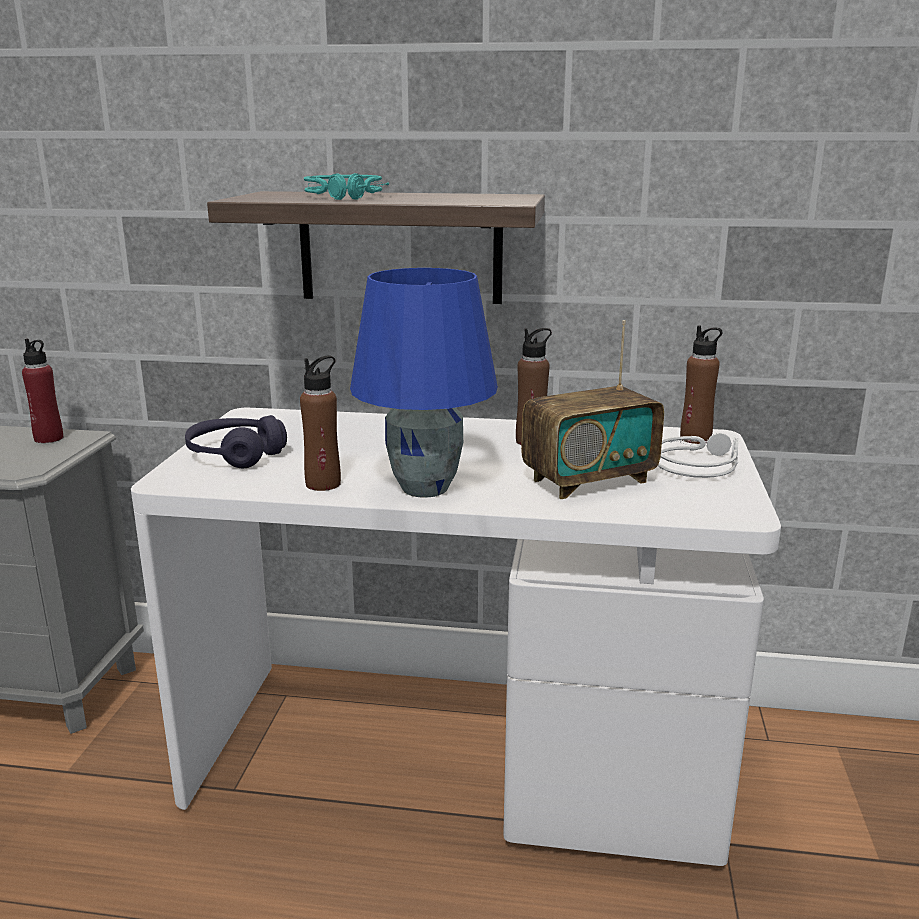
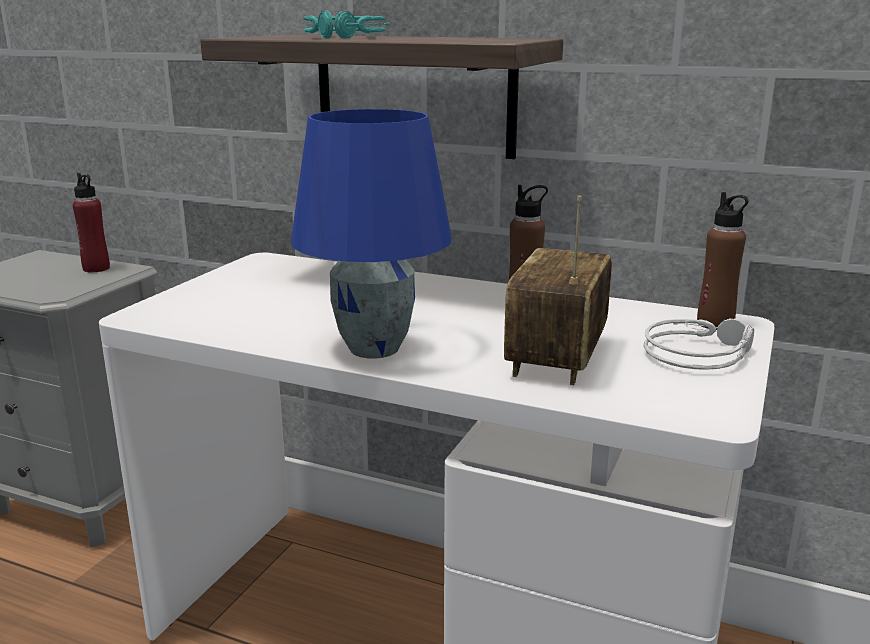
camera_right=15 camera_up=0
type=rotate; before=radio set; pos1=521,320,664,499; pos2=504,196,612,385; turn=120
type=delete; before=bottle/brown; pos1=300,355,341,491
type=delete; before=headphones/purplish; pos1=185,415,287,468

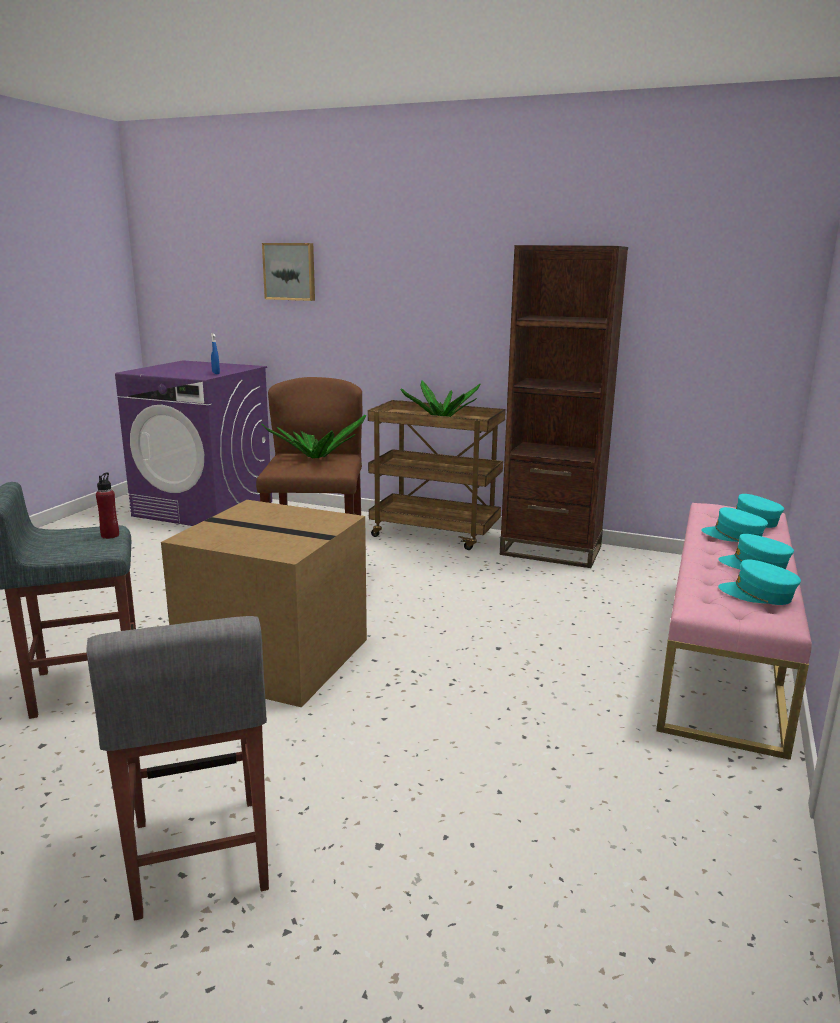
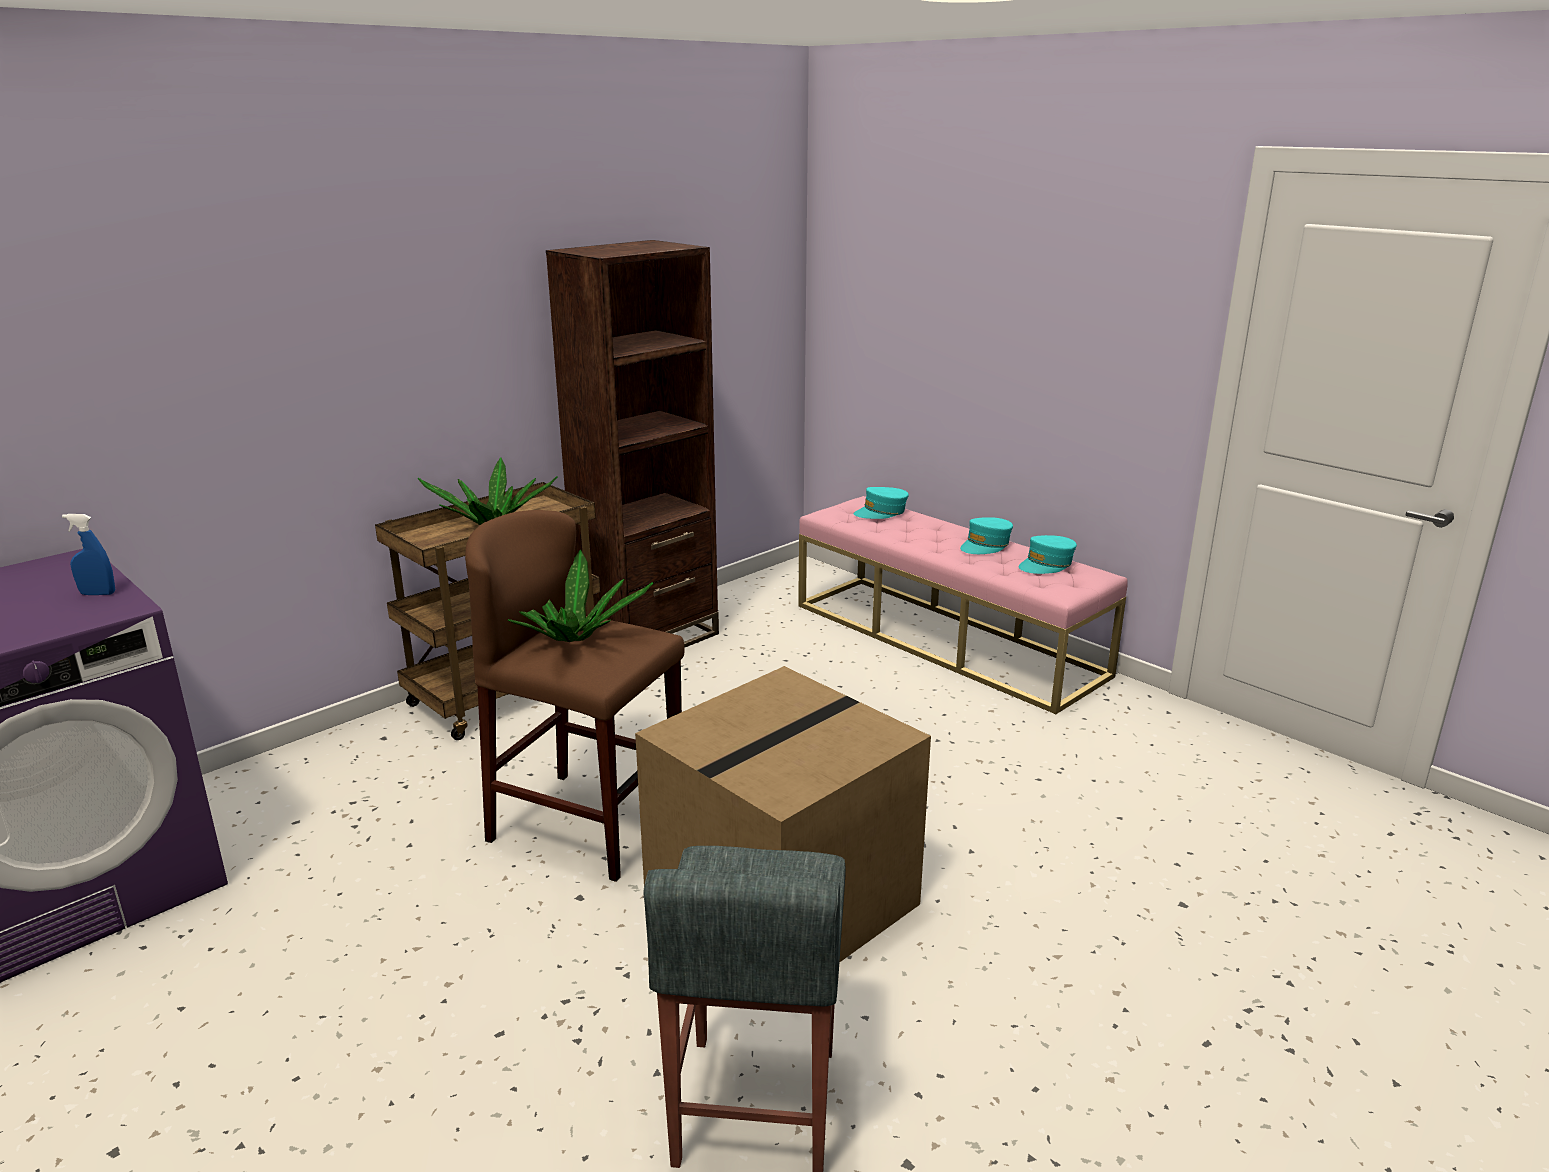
camera_right=-65 camera_up=5
type=delete; before=picture; pos1=262,243,315,301
type=delete; before=bottle/reddish; pos1=96,472,119,539
type=delete; before=peaked cap/blue-green; pos1=701,507,768,542
type=delete; before=stool seat/gray; pos1=87,616,269,920

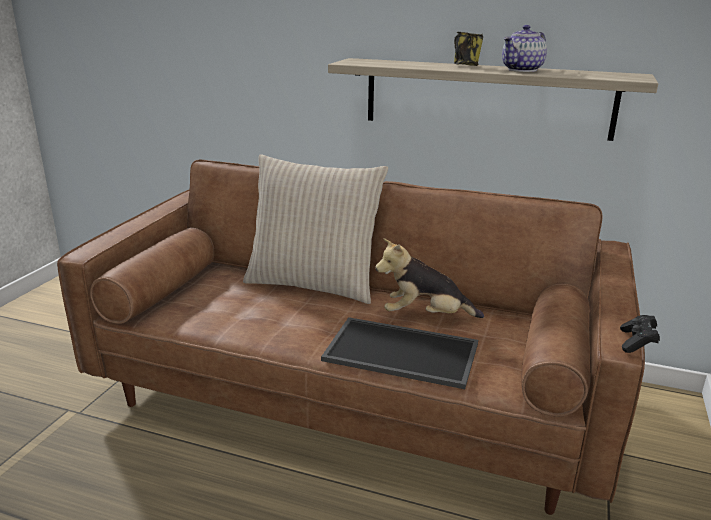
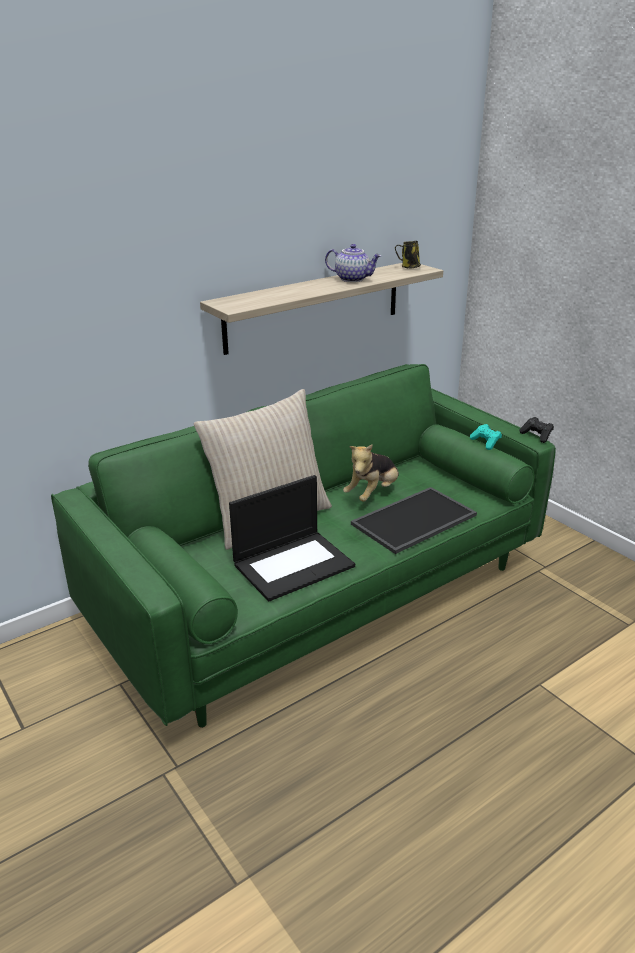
camera_right=-55 camera_up=5
type=rotate; before=teapot; pos1=502,25,547,72; pos2=325,244,381,282; turn=-60
type=move; before=coffee mug; pos1=454,32,483,66; pos2=395,241,421,268
type=recolor; before=sofa/brown; after=sofa/green-coloured; pos1=57,160,645,515; pos2=51,364,556,728
type=insert; after=joypad/blue-green; pos2=470,424,502,450
type=insert; after=notebook computer; pos2=229,475,355,601

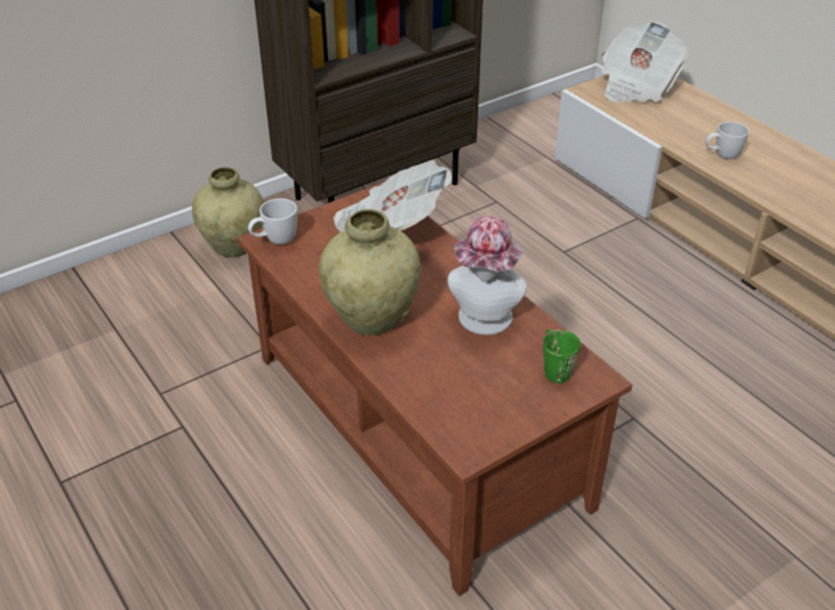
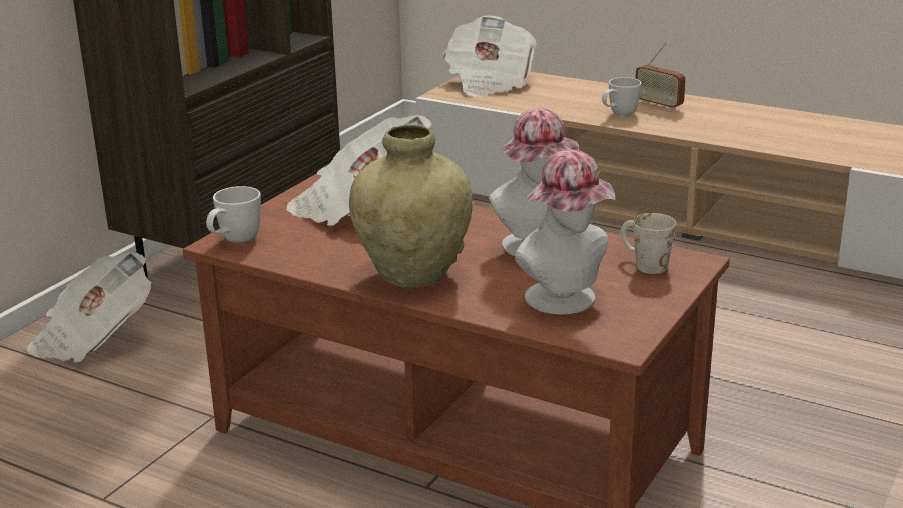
camera_right=-25 camera_up=-15
type=replace; before=vase/beige; after=newspaper; pos1=192,167,264,258; pos2=27,252,151,363
type=recolor; before=coffee mug/green-coloured; after=coffee mug/white; pos1=543,329,581,383; pos2=620,213,676,274
type=insert; after=radio set; pos2=635,41,686,110
type=insert; after=clothing hat; pos2=515,149,615,314

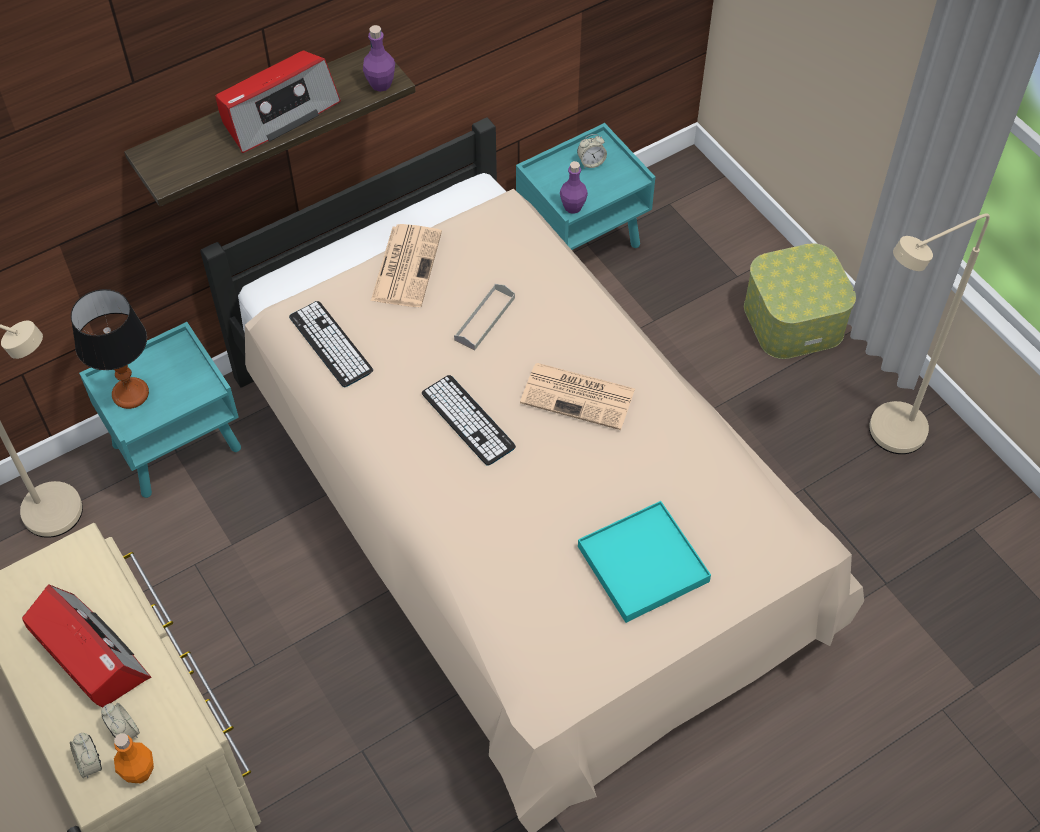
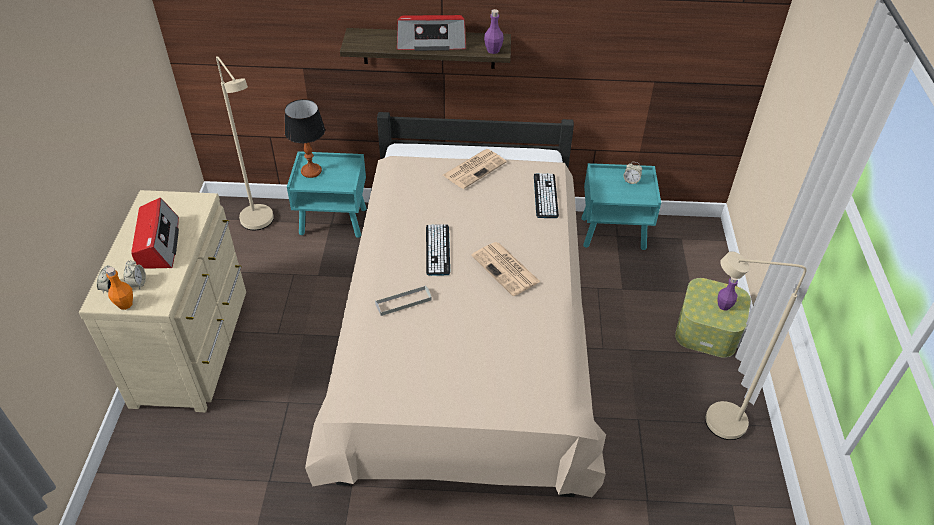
camera_right=35 camera_up=-10
type=move; before=bottle/purplish; pos1=560,161,588,214; pos2=717,277,738,310
type=move; before=tray/gray; pos1=454,284,515,350; pos2=375,285,431,316
type=move; before=PC keyboard; pos1=289,301,373,387; pos2=534,173,559,218
type=delete; before=tray/blue-green; pos1=578,501,711,623

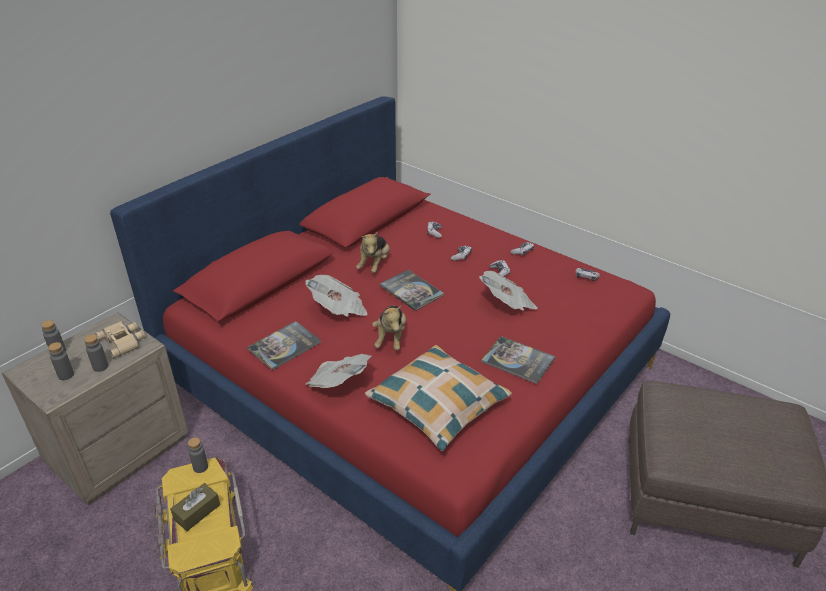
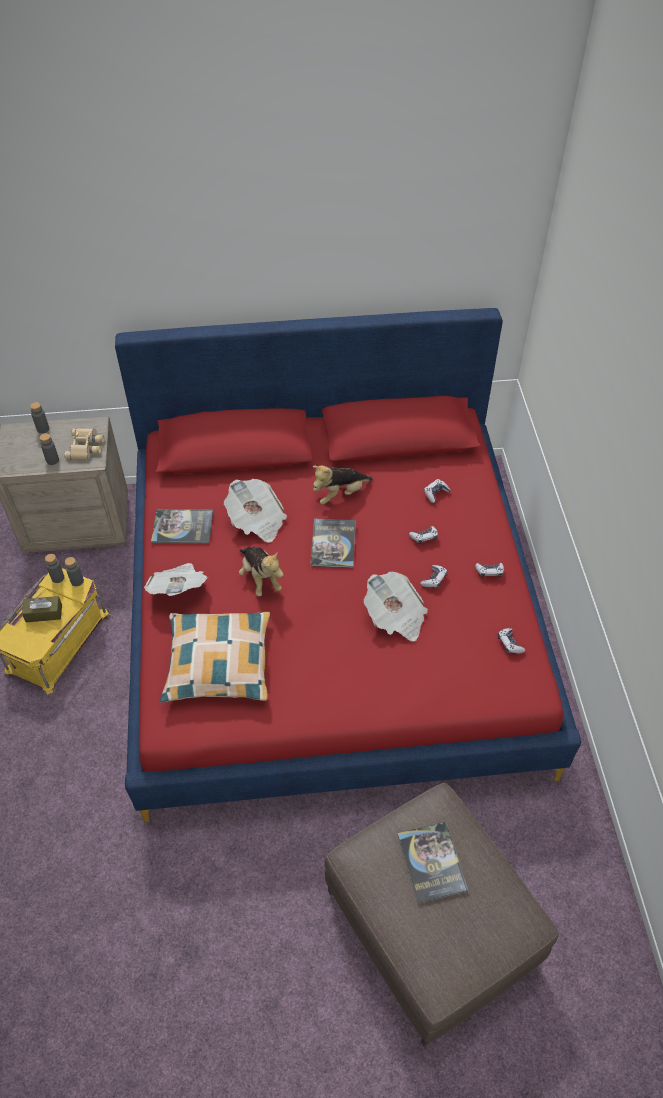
camera_right=45 camera_up=15
type=rotate; before=soft toy; pos1=372,305,406,350; pos2=239,547,284,596; turn=-75
type=move; before=bound book; pos1=481,336,555,384; pos2=398,822,468,904
type=move; before=bottle/gray; pos1=48,342,74,380; pos2=45,554,64,583

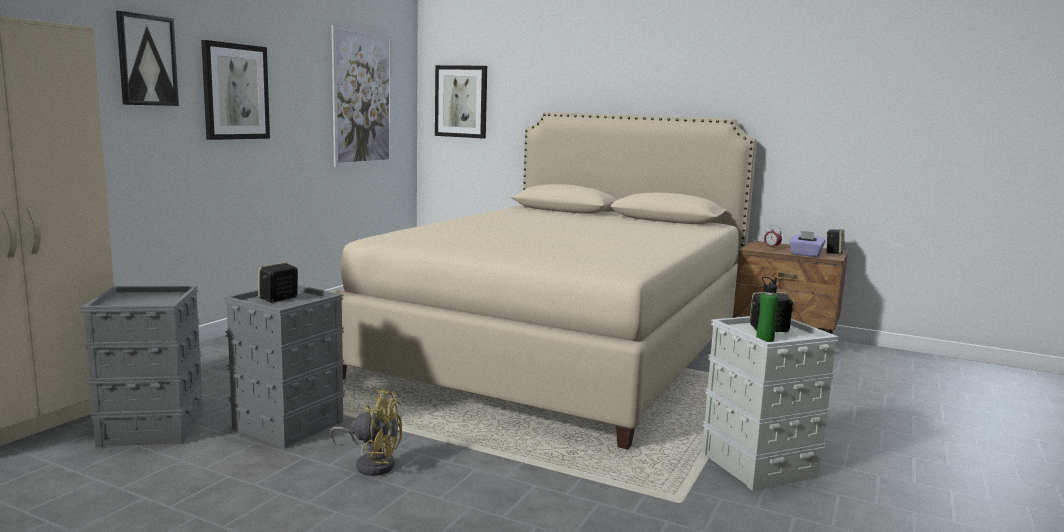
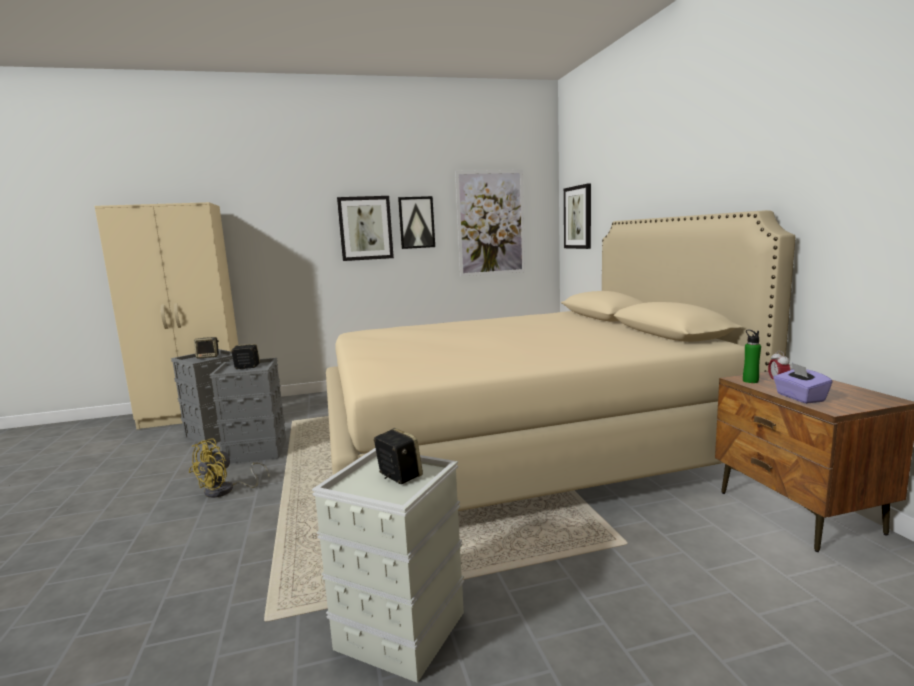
camera_right=50 camera_up=0
type=move; before=picture; pos1=116,11,179,106; pos2=398,196,435,249
type=move; before=loudspeaker; pos1=826,229,845,254; pos2=194,337,219,359
type=move; before=bottle/green-coloured; pos1=756,277,779,342; pos2=743,330,761,383
type=rotate; before=cooling fan/yellow-coloured; pos1=330,389,402,476; pos2=189,439,270,498; turn=60

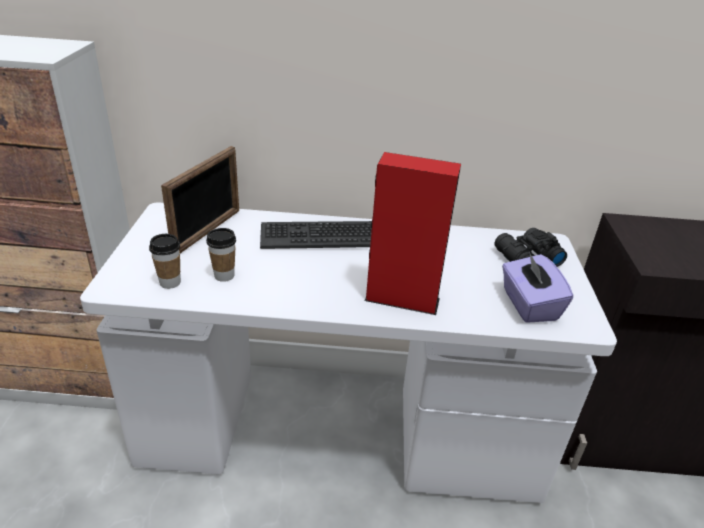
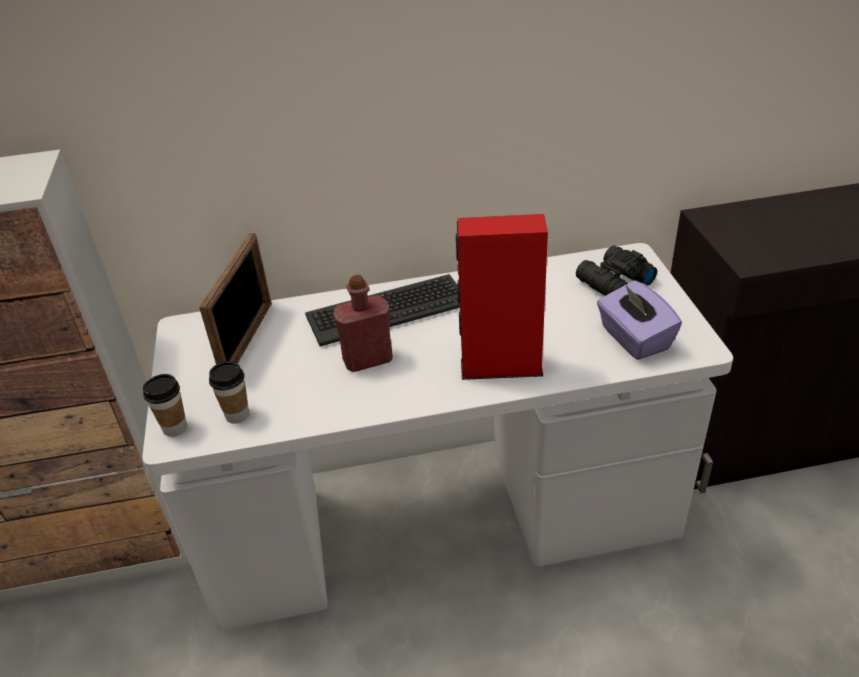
camera_right=-10 camera_up=5
type=move; before=cup; pos1=206,228,236,282; pos2=143,374,187,437
type=insert; after=bottle/reddish; pos2=333,275,393,372

